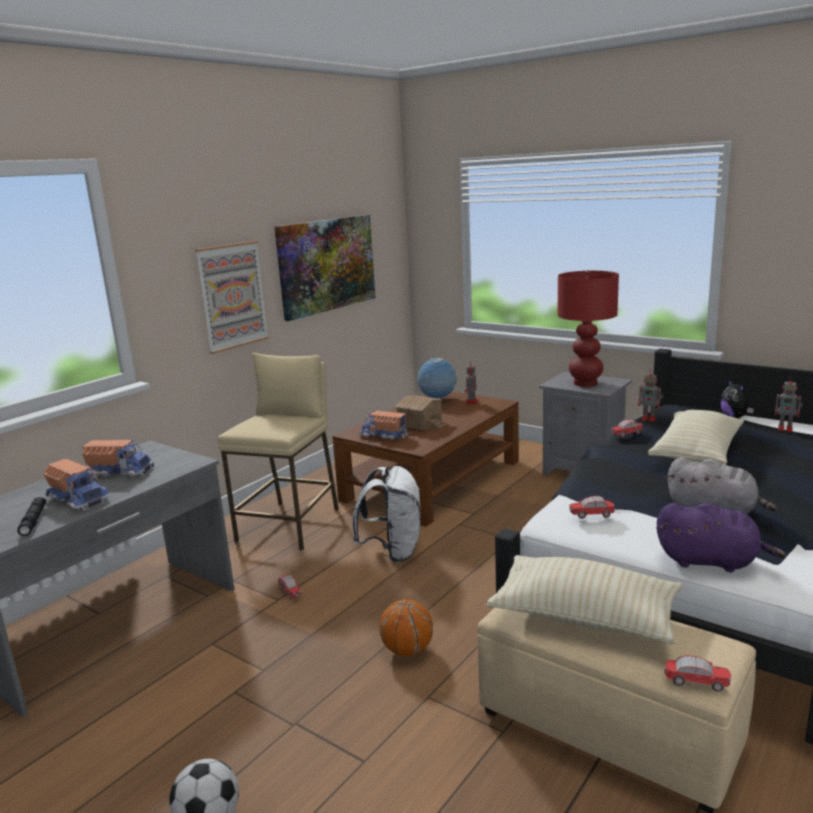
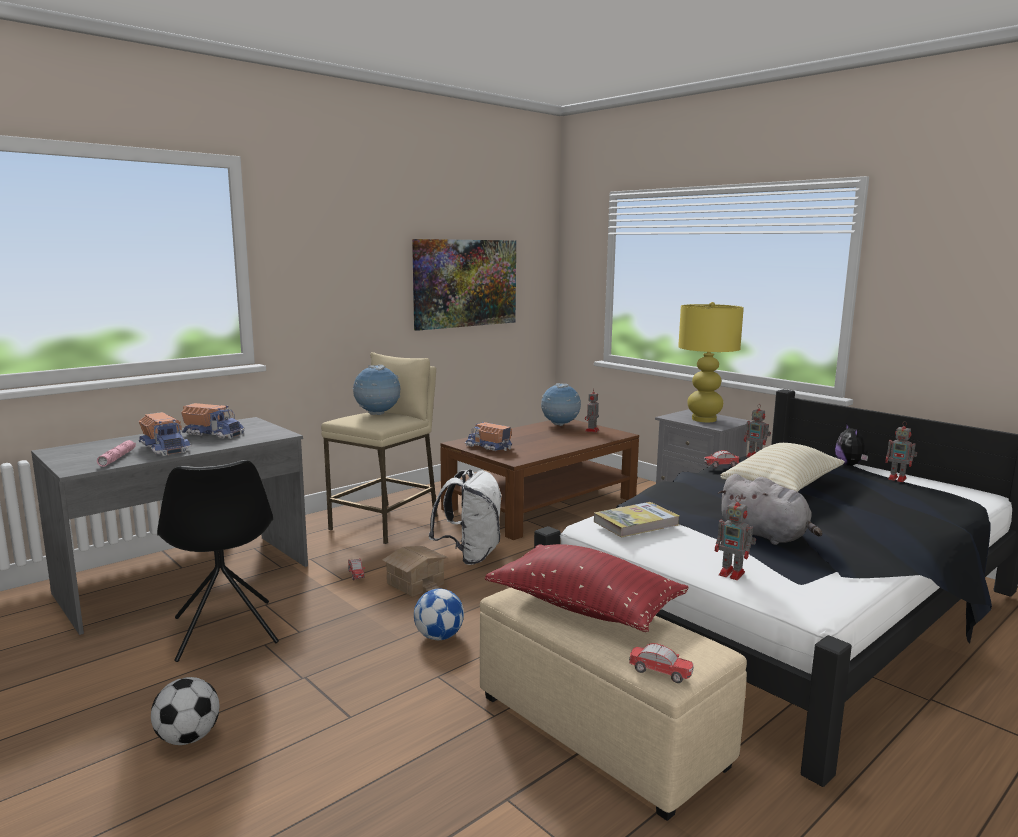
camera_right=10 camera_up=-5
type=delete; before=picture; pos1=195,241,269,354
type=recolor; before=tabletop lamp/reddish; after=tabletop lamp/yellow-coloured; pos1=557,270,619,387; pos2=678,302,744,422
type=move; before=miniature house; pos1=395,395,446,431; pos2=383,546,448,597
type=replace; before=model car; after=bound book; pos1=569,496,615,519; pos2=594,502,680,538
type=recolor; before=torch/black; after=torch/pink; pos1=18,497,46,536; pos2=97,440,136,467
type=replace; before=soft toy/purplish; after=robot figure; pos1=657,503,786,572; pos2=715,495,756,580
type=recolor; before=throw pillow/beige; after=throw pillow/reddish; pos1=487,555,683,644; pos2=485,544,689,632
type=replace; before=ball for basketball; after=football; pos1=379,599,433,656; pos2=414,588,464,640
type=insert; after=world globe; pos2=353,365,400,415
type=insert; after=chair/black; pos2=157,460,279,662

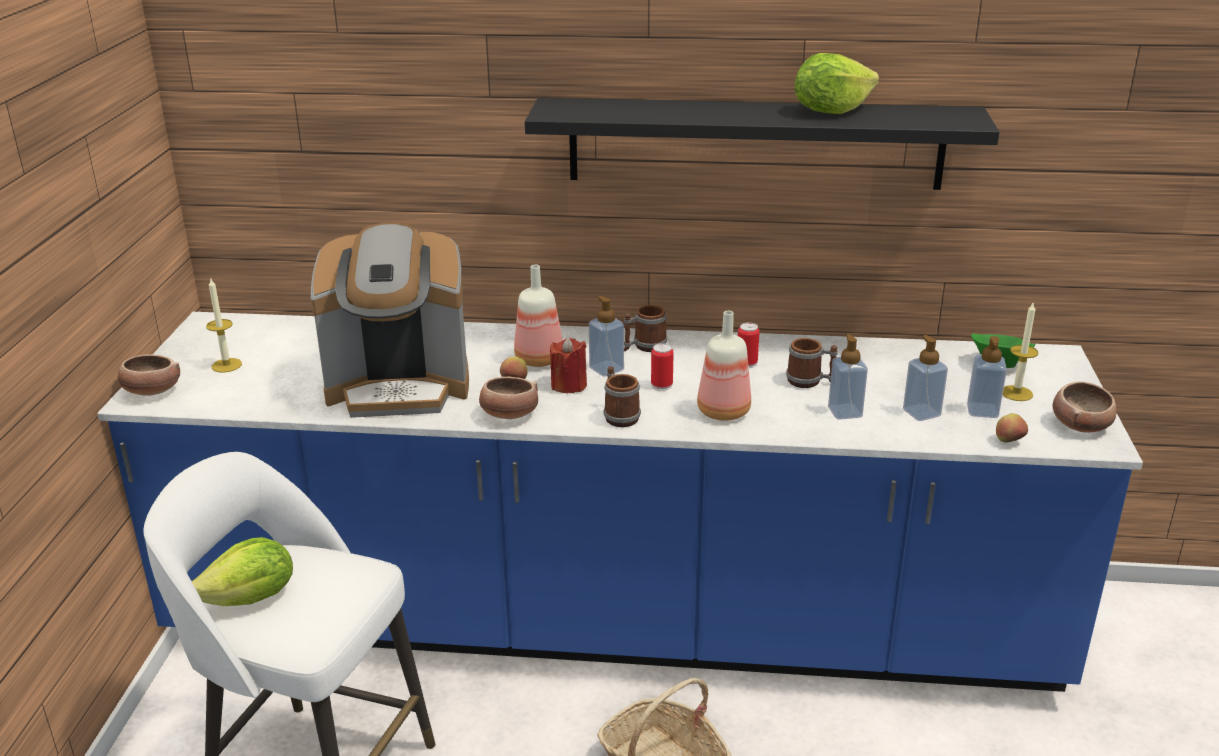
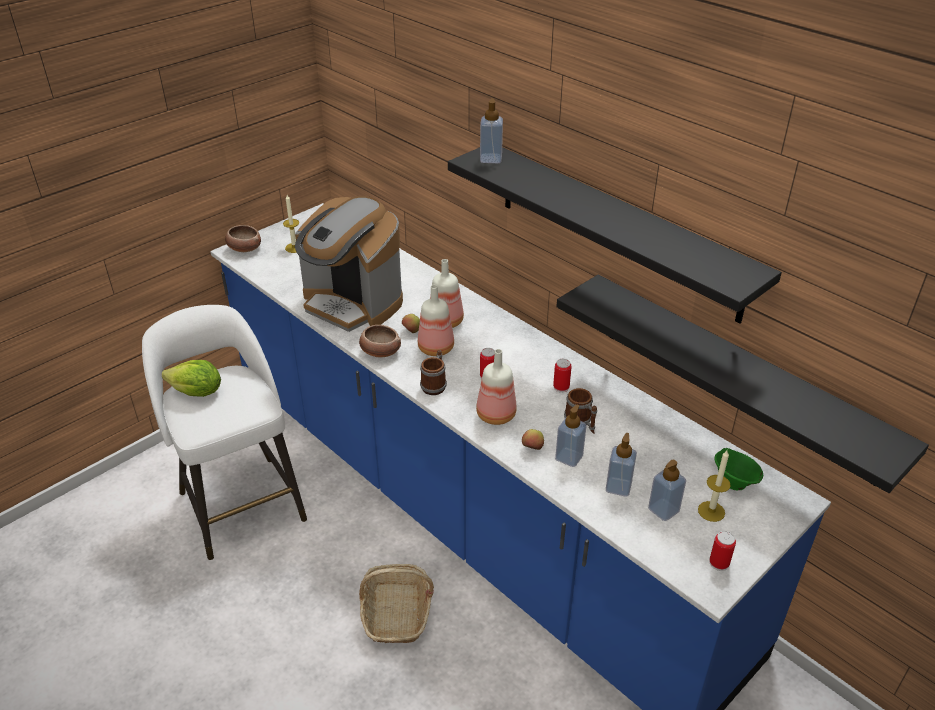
camera_right=40 camera_up=10
type=delete; before=head of lettuce; pos1=795,53,879,114
type=move; before=soap bottle; pos1=589,296,624,377; pos2=480,98,503,163
type=delete; before=coffee mug; pos1=624,305,667,352
type=replace; before=wax candle/reddish; after=bottle; pos1=550,337,587,393; pos2=418,285,454,356
type=replace; before=deep dish; after=sealed can; pos1=1053,382,1117,433; pos2=709,531,736,571
type=move; before=apple fruit; pos1=996,413,1028,443; pos2=522,429,544,450
type=insert; after=bracket shelf/black; pos2=556,275,929,493

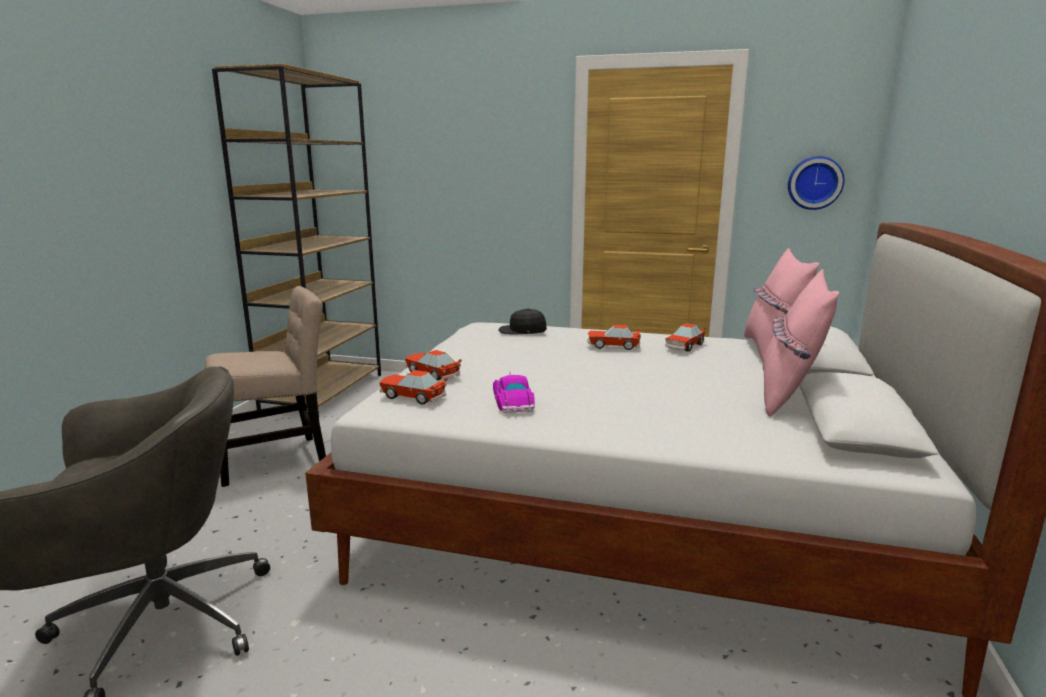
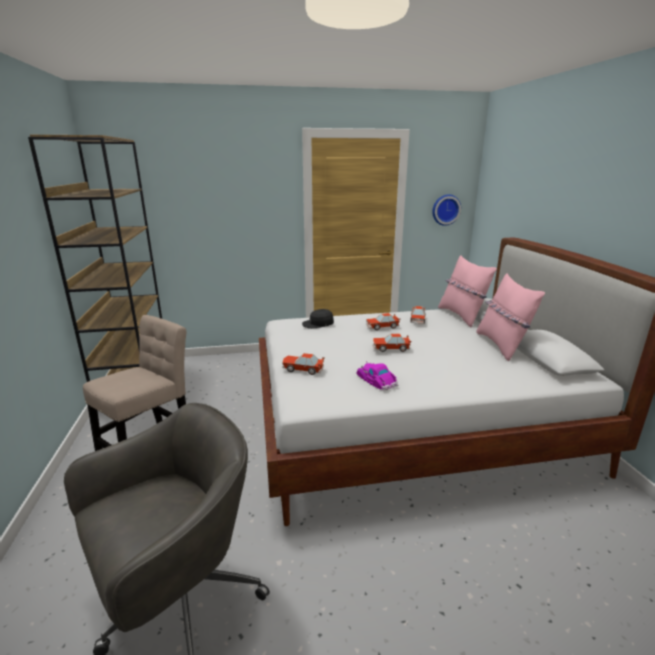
camera_right=-25 camera_up=5
type=move; before=model car; pos1=379,370,448,405; pos2=373,334,411,352

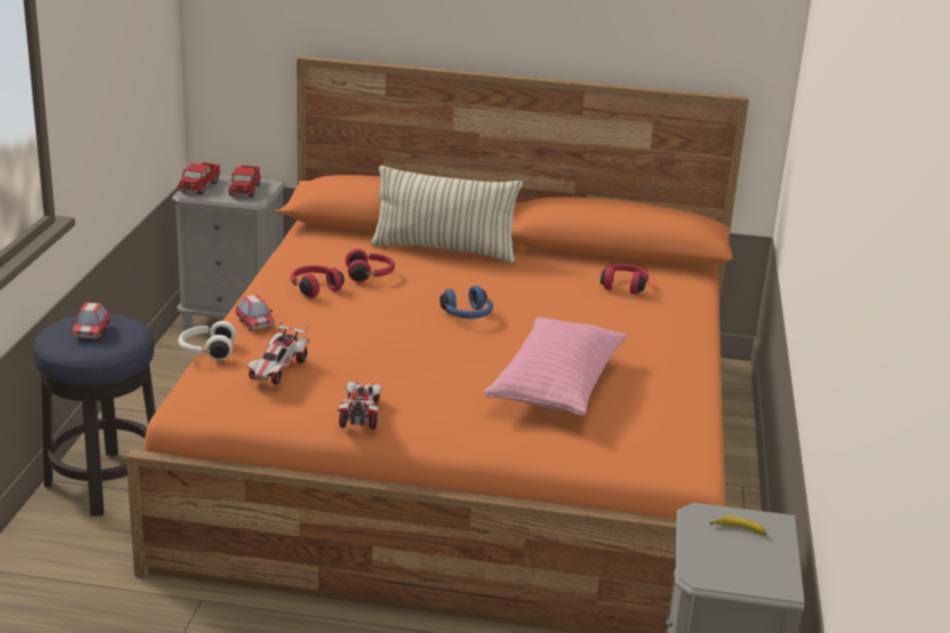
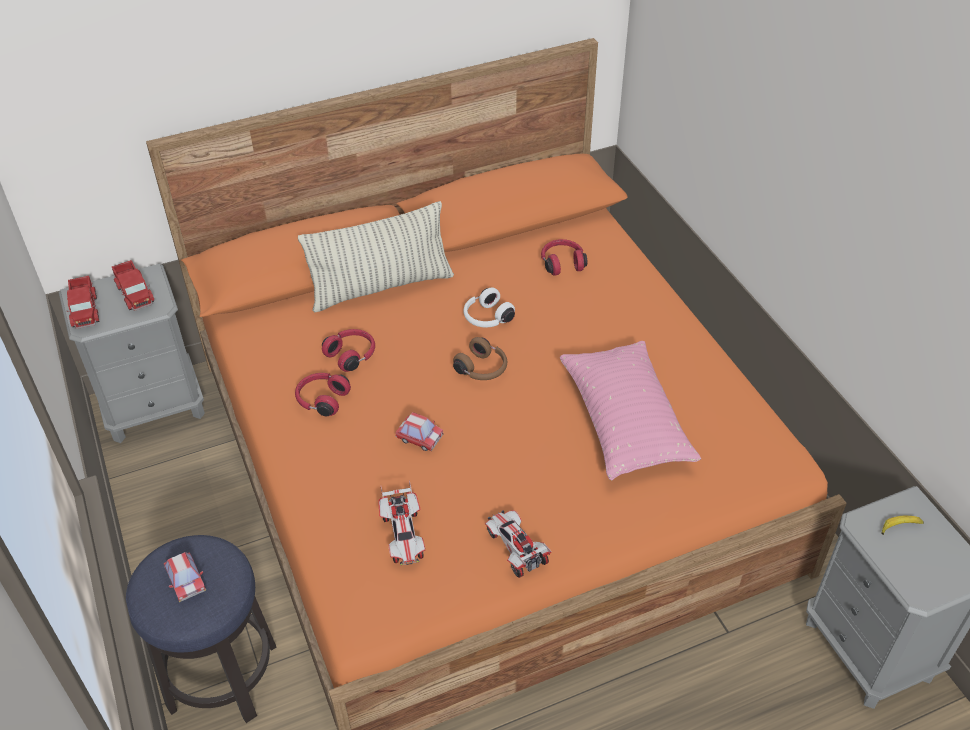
camera_right=-30 camera_up=20
type=recolor; before=headphones/blue-coloured; after=headphones/brown; pos1=440,286,493,319; pos2=453,337,507,380
type=move; before=model car; pos1=235,294,275,331; pos2=395,412,443,451
type=move; before=headphones/white; pos1=178,321,236,360; pos2=463,288,515,327

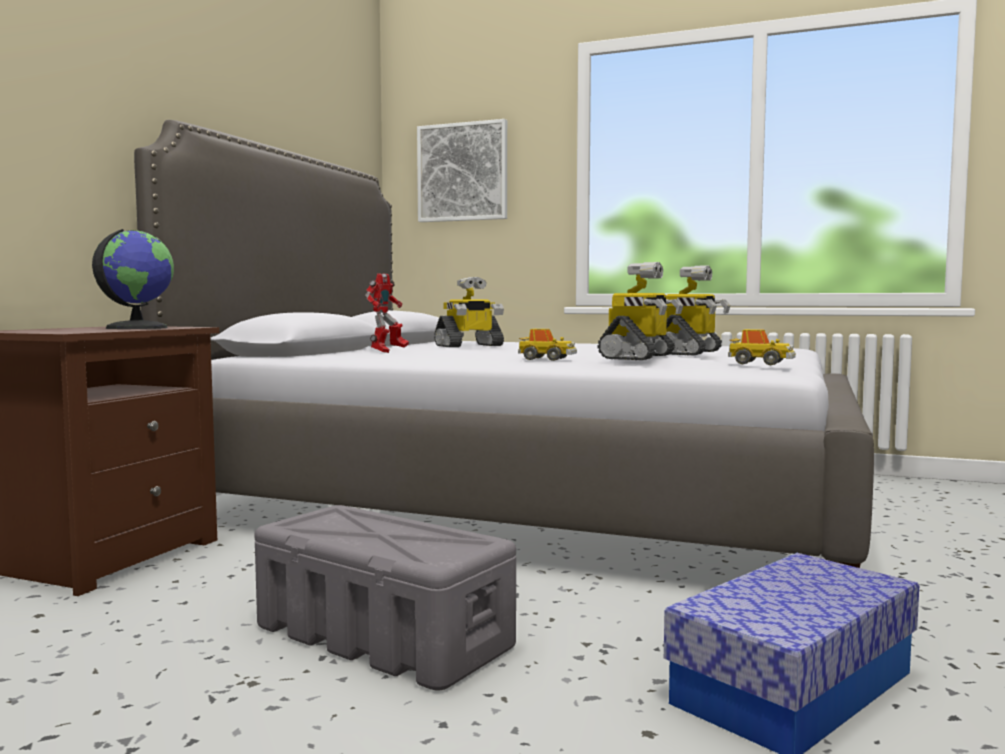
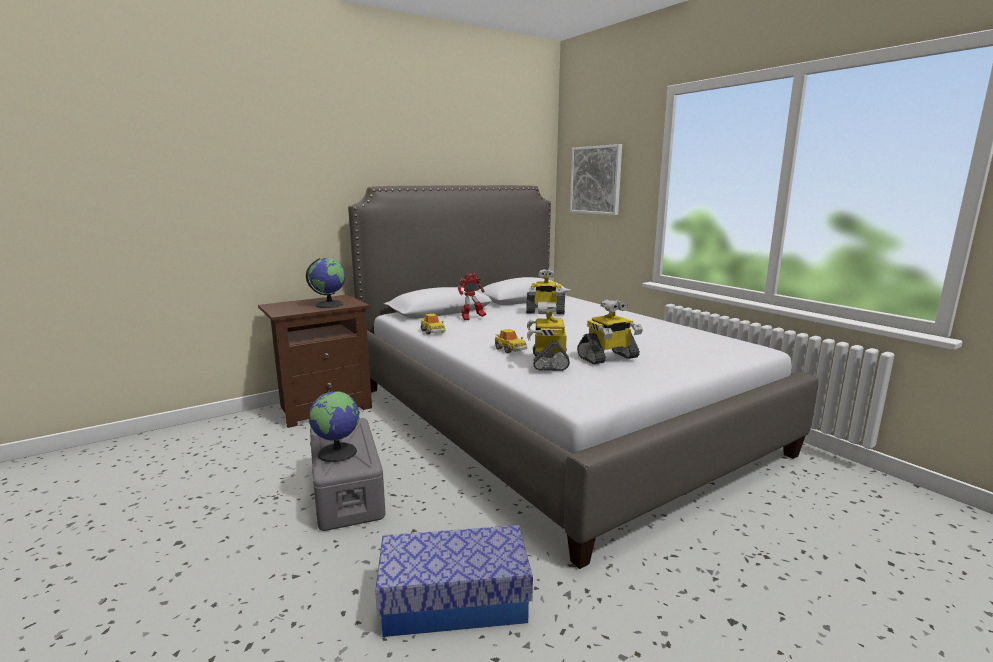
camera_right=35 camera_up=10
type=rotate; before=robot figure; pos1=597,262,683,360; pos2=527,302,570,371; turn=120
type=move; before=model car; pos1=728,329,796,365; pos2=421,314,446,335
type=insert; after=world globe; pos2=309,390,360,462

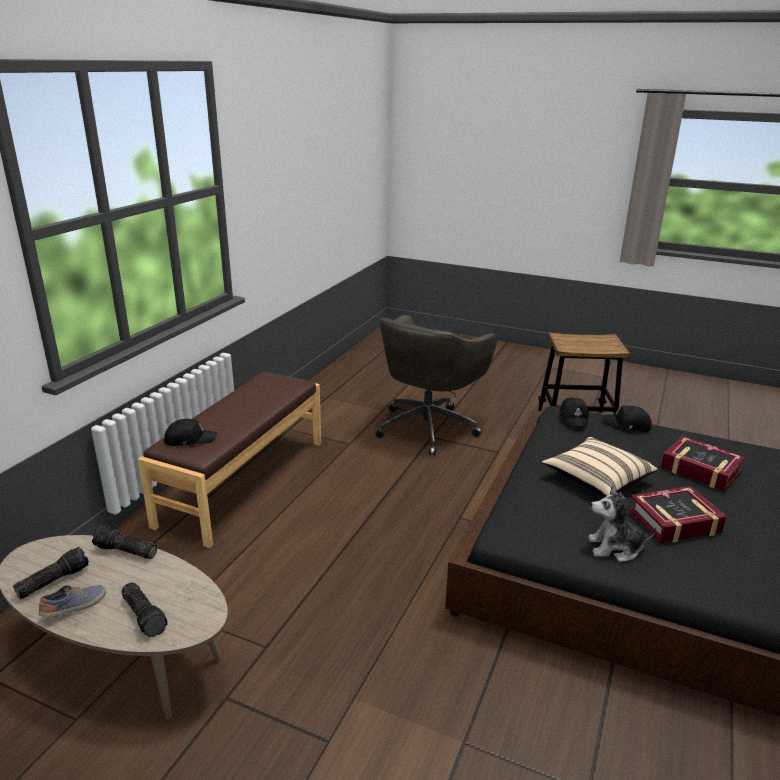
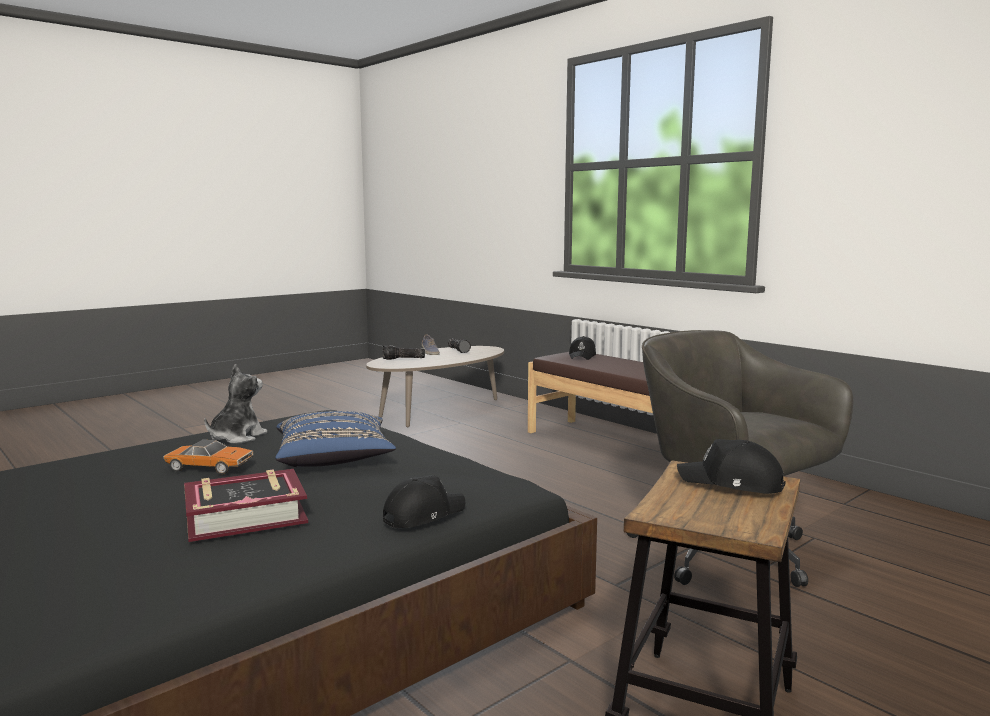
camera_right=115 camera_up=-15
type=move; before=peaked cap/black; pos1=560,397,589,428; pos2=677,439,786,494
type=recolor; before=throw pillow/beige; after=throw pillow/blue-coloured; pos1=542,437,658,498; pos2=275,411,396,467
type=replace; before=bound book; after=model car; pos1=628,486,727,543; pos2=163,440,254,474
type=delete; before=torch; pos1=92,525,157,559

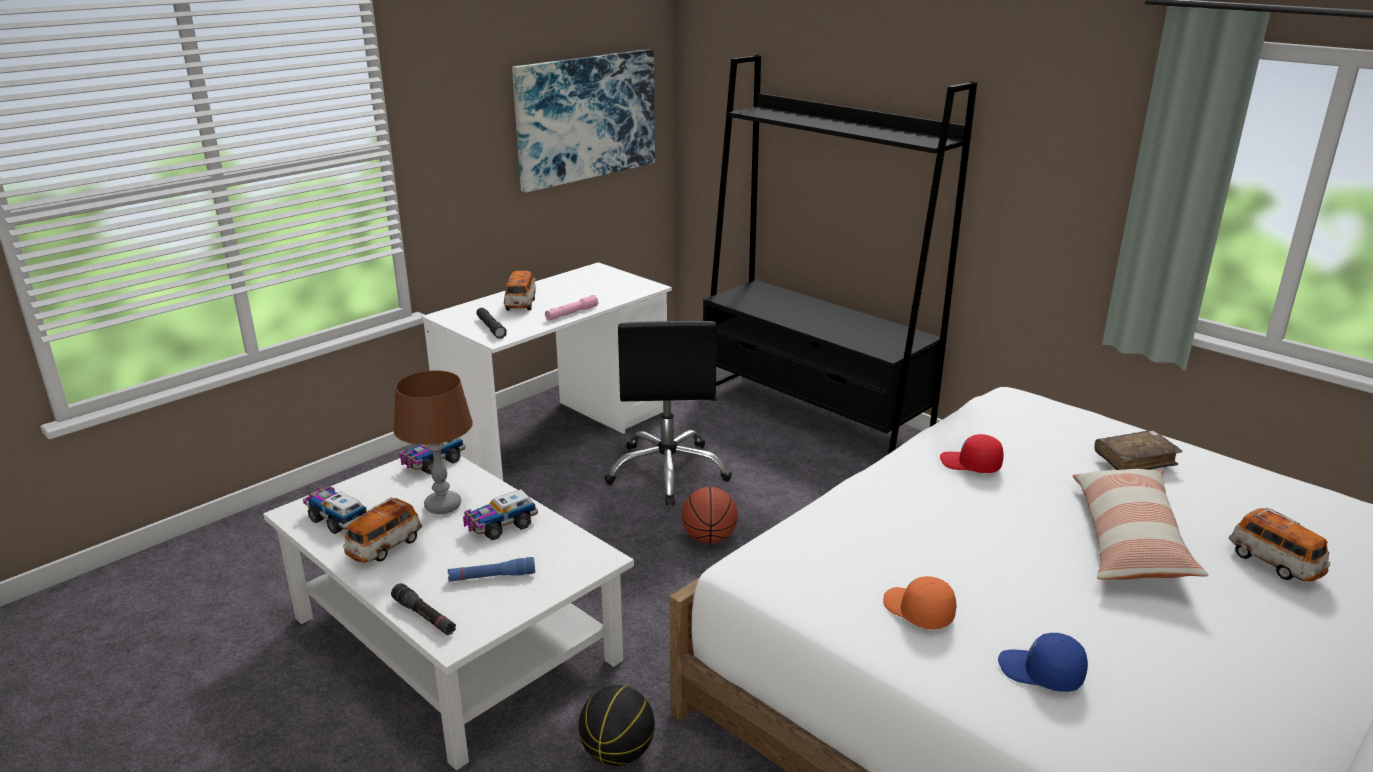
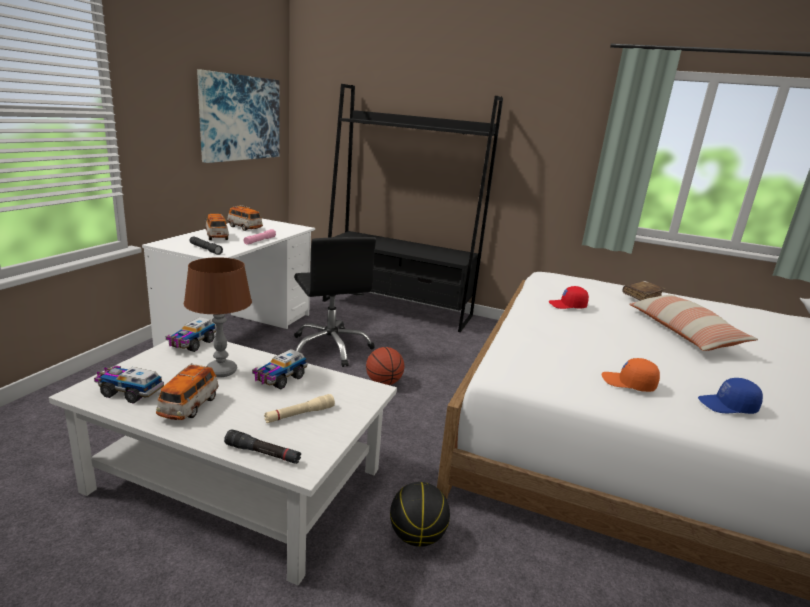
camera_right=-25 camera_up=-5
type=move; before=model car; pos1=1229,507,1330,581; pos2=227,205,263,231
type=recolor; before=torch/blue-coloured; after=torch/beige; pos1=448,557,535,582; pos2=264,394,335,423

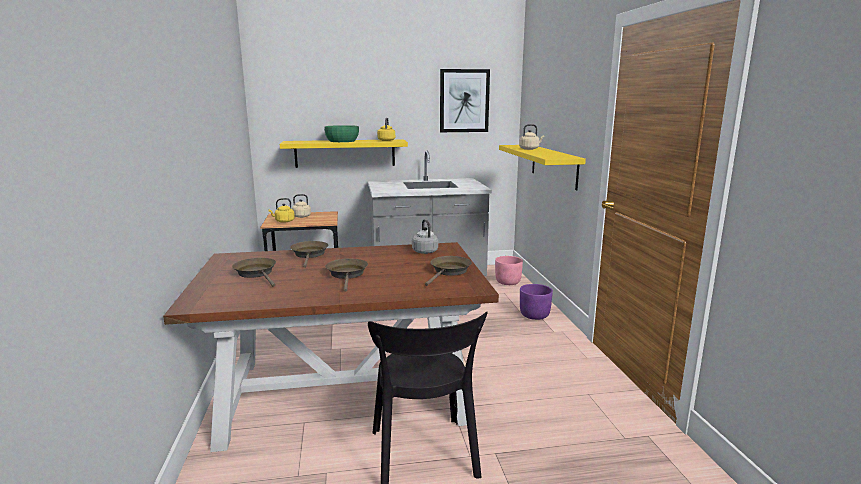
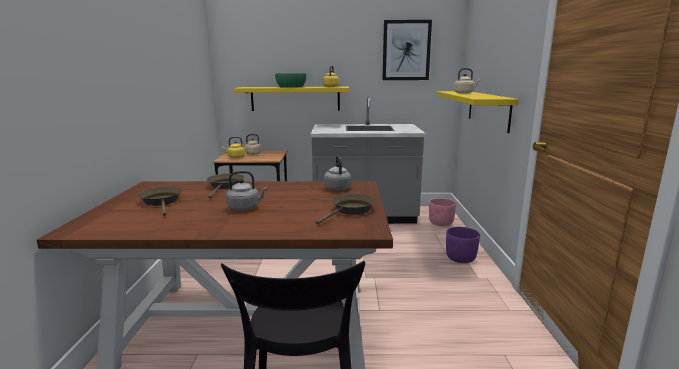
camera_right=10 camera_up=0
type=replace; before=pan/brown; after=water kettle/gray; pos1=326,258,368,292; pos2=226,171,268,211

